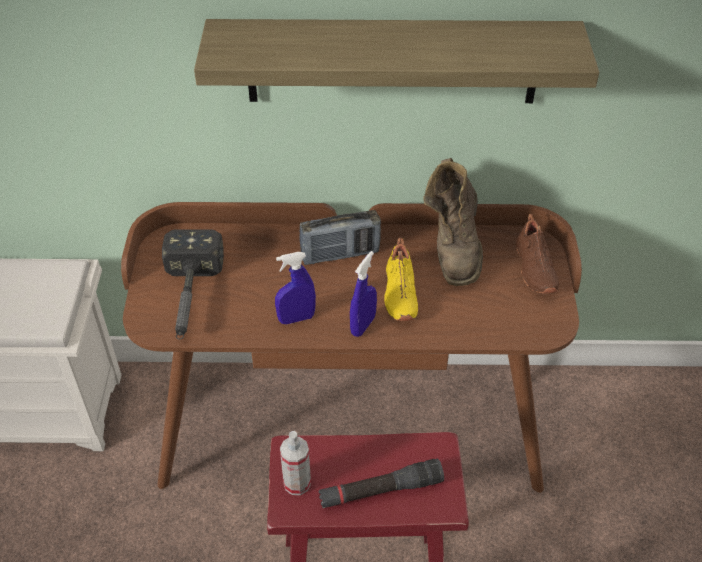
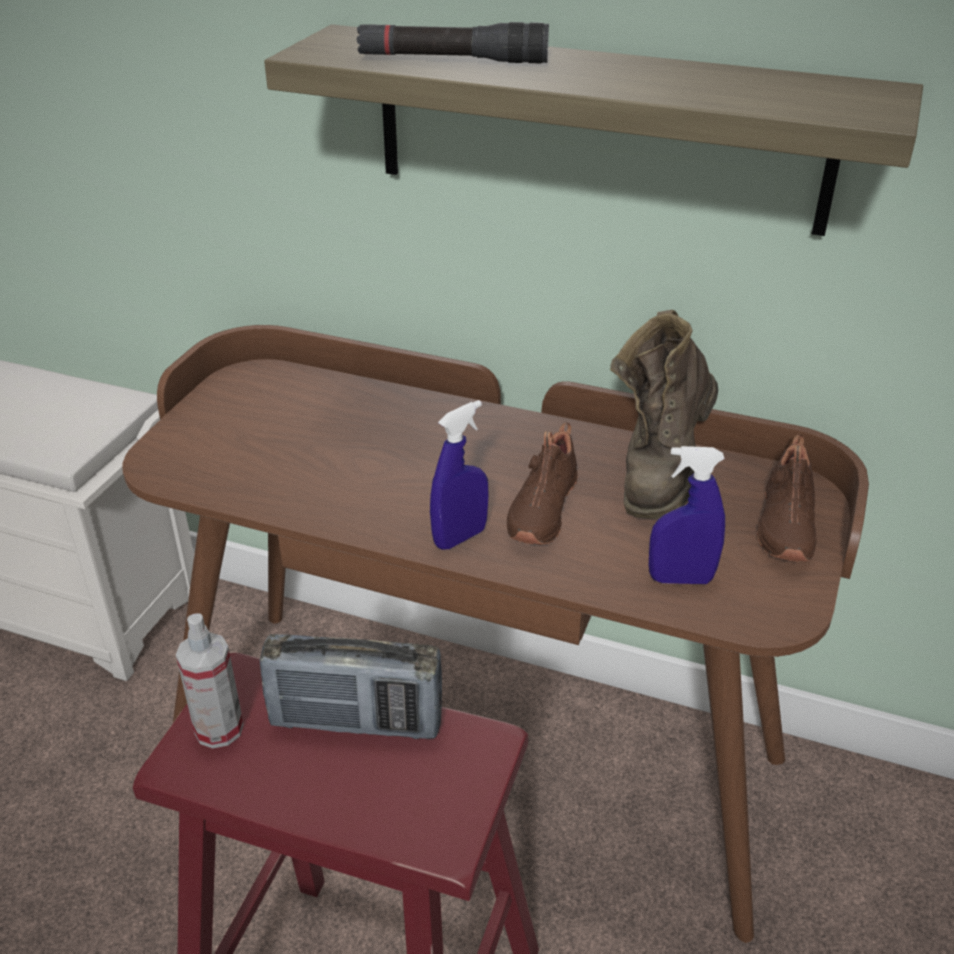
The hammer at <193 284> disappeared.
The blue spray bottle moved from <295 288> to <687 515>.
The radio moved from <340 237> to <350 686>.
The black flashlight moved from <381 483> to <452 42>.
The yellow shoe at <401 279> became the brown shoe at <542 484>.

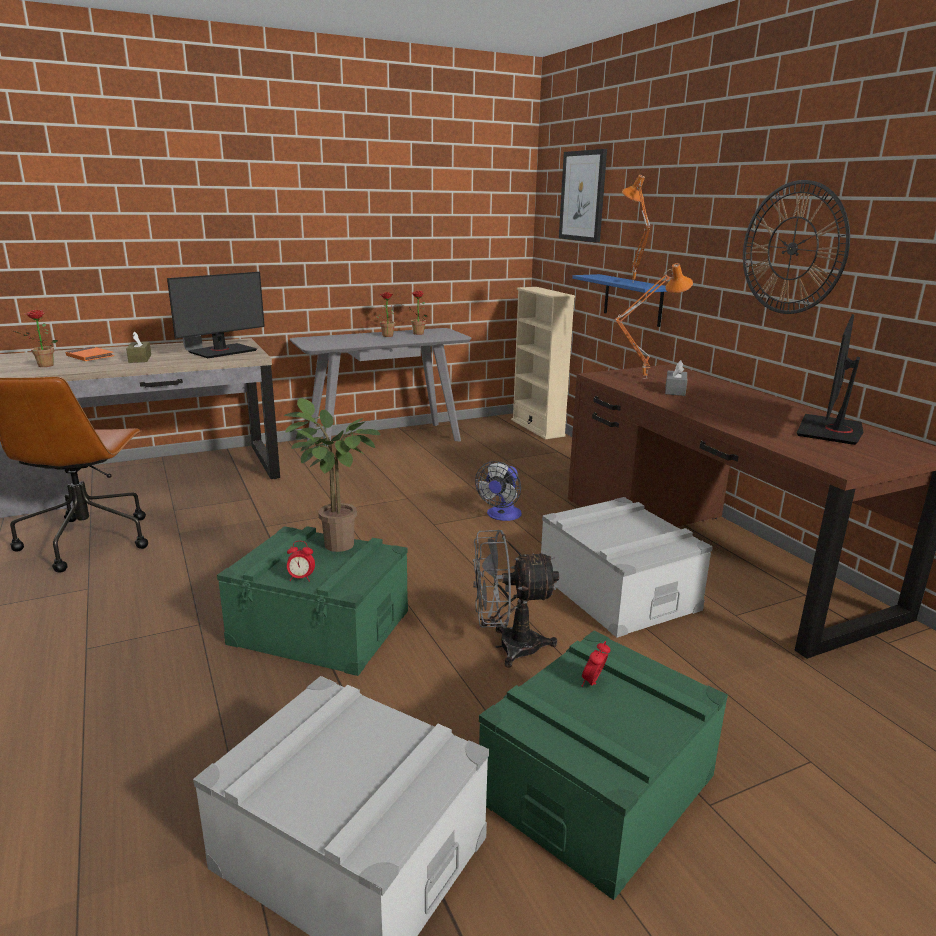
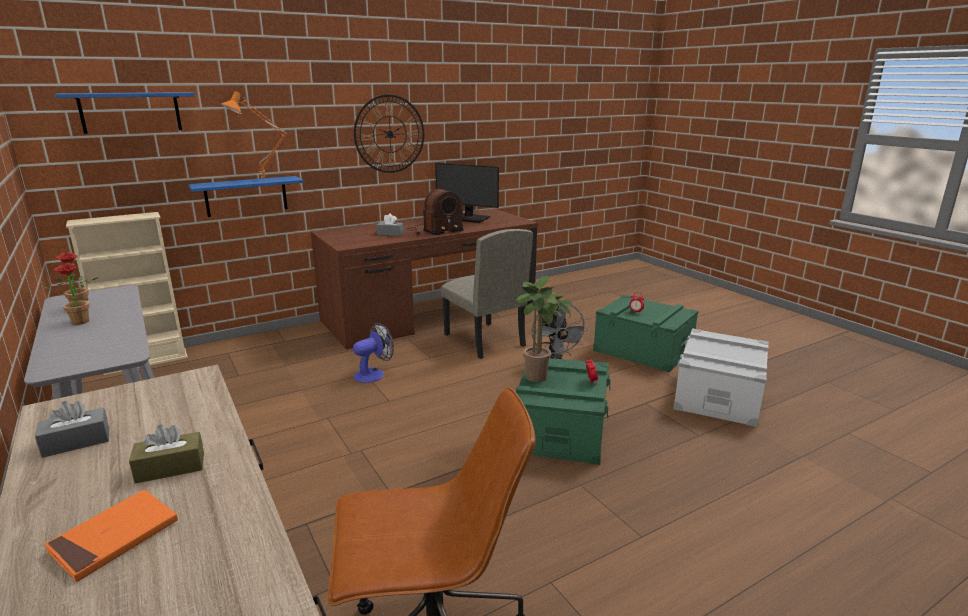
The potted plant at <35 338> disappeared.
The monitor at <216 315> disappeared.
The fan at <498 491> turned 60 degrees counterclockwise.
The grey storage box at <627 567> was replaced by the beige chair at <487 294>.
The picture at <583 196> was replaced by the blue shelf at <125 113>.
The orange table lamp at <654 321> disappeared.
The radio at <435 212> appeared.

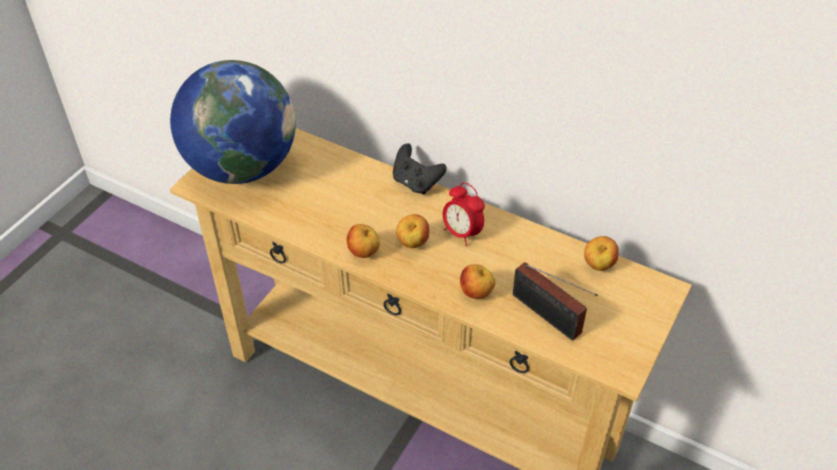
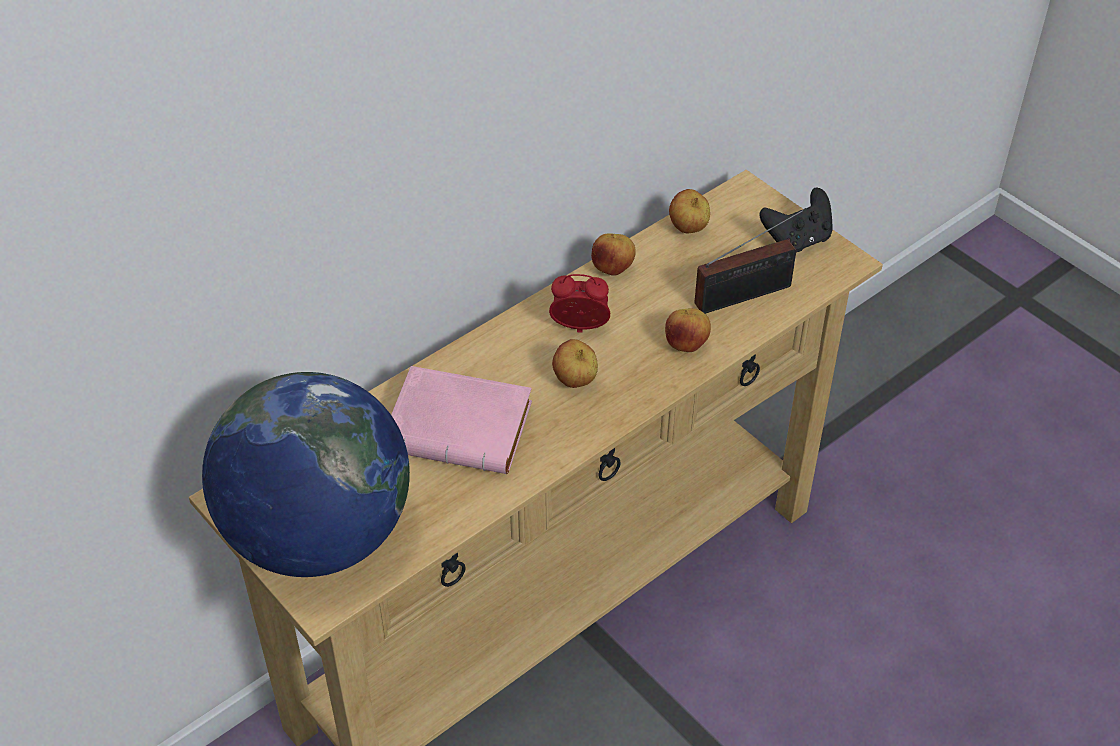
The apple moved from <363 241> to <613 254>.
The black game controller moved from <420 169> to <796 220>.
The alarm clock at <464 214> turned 150 degrees counterclockwise.
The pink book at <461 420> appeared.

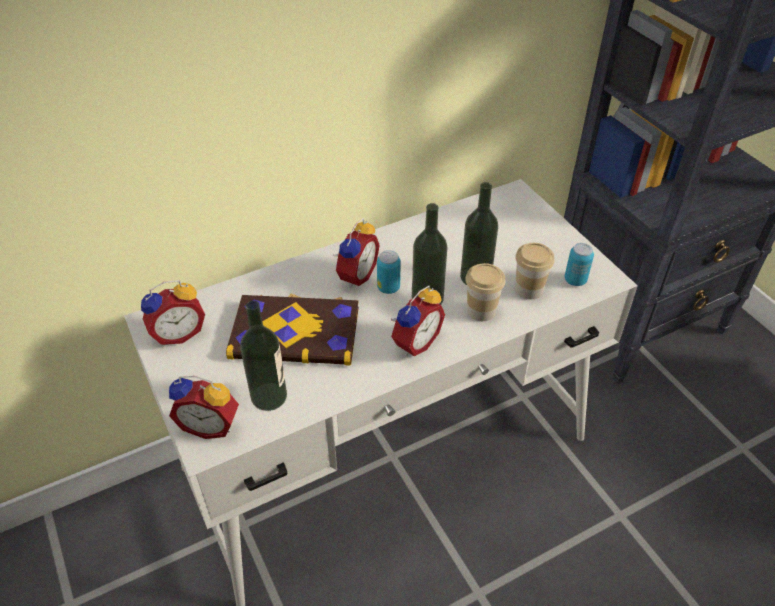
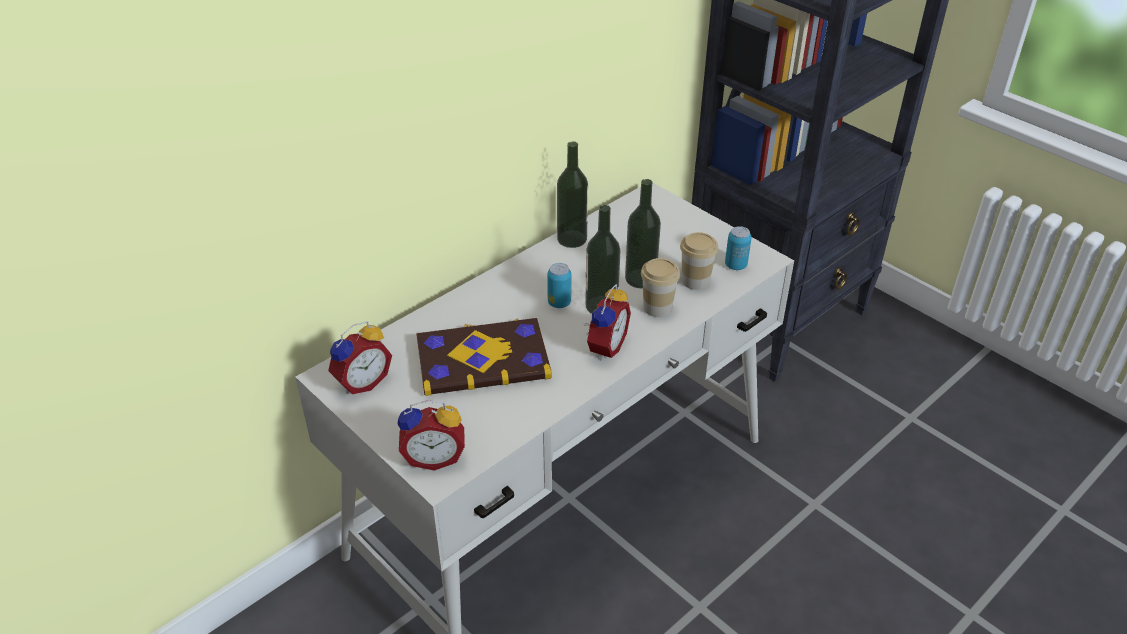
The bottle moved from <263 355> to <572 194>.
The alarm clock at <356 253> disappeared.

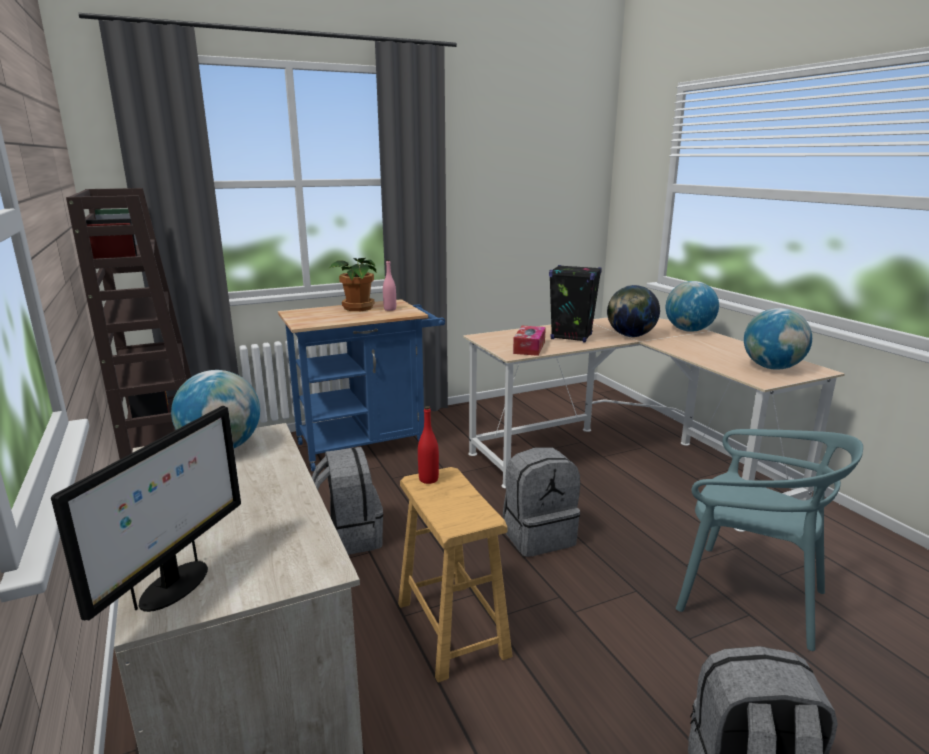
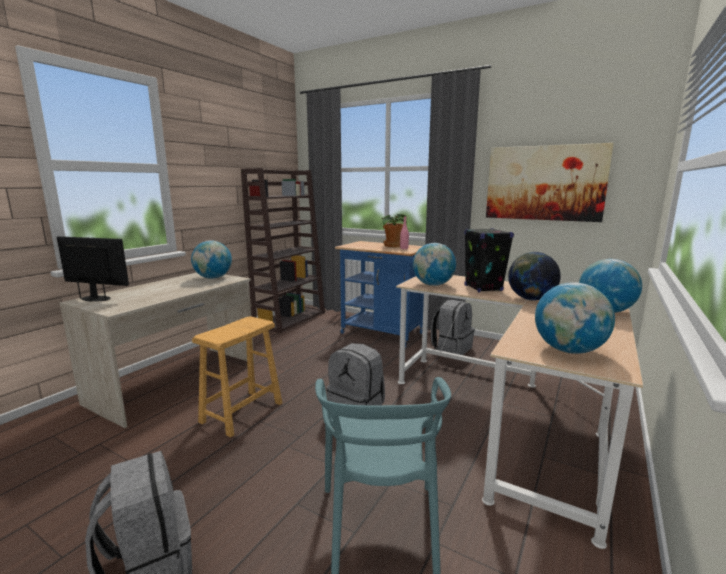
The monitor at <146 513> turned 150 degrees counterclockwise.
The grey backpack moved from <347 501> to <453 327>.
The red bottle at <428 445> disappeared.
The tissue box at <529 341> was replaced by the globe at <434 264>.
The picture at <550 182> appeared.

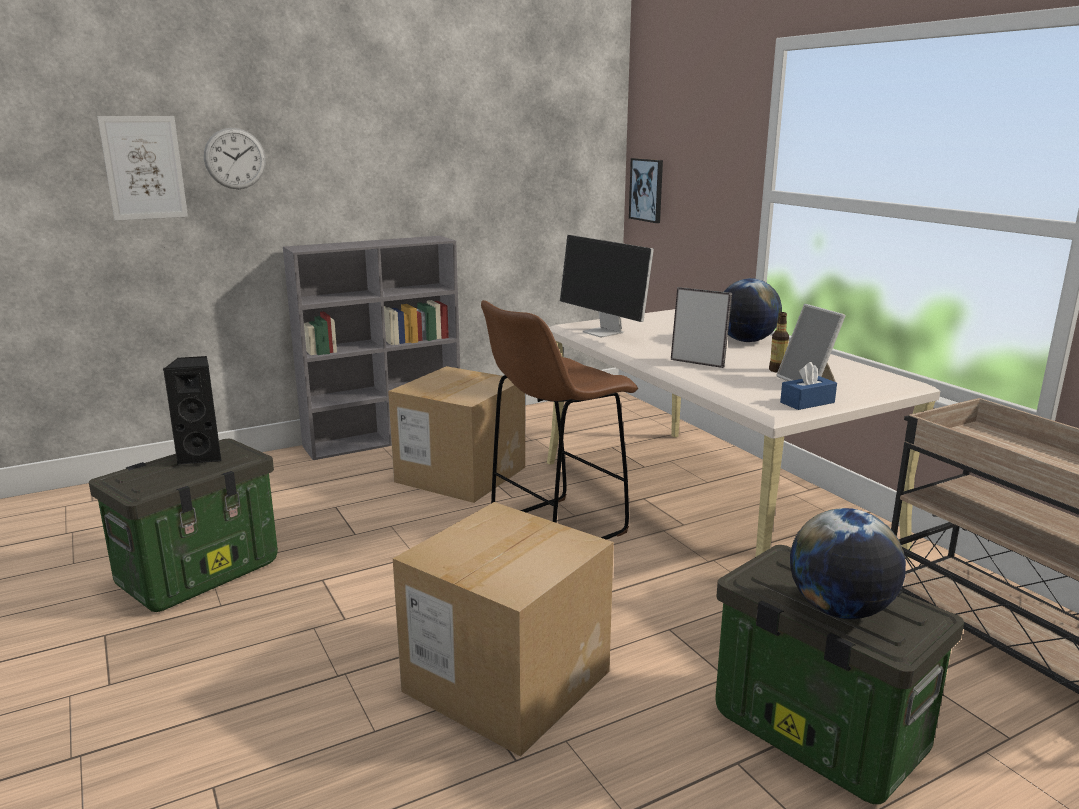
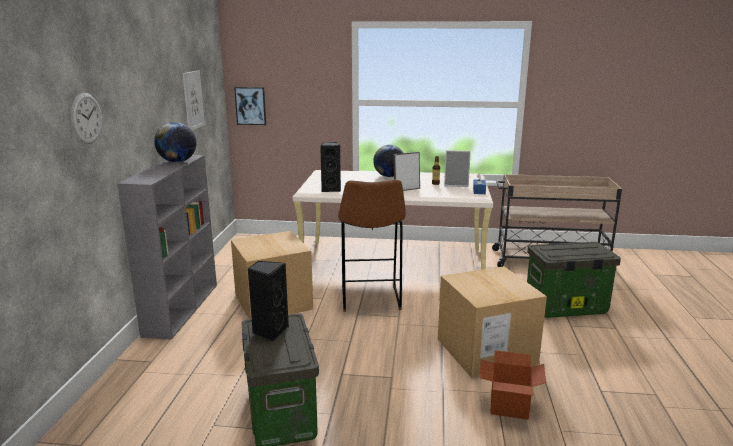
The picture moved from <143 168> to <193 100>.
The monitor at <607 286> was replaced by the black speaker at <330 167>.
The globe moved from <848 563> to <175 142>.
The cardboard box at <512 385> appeared.

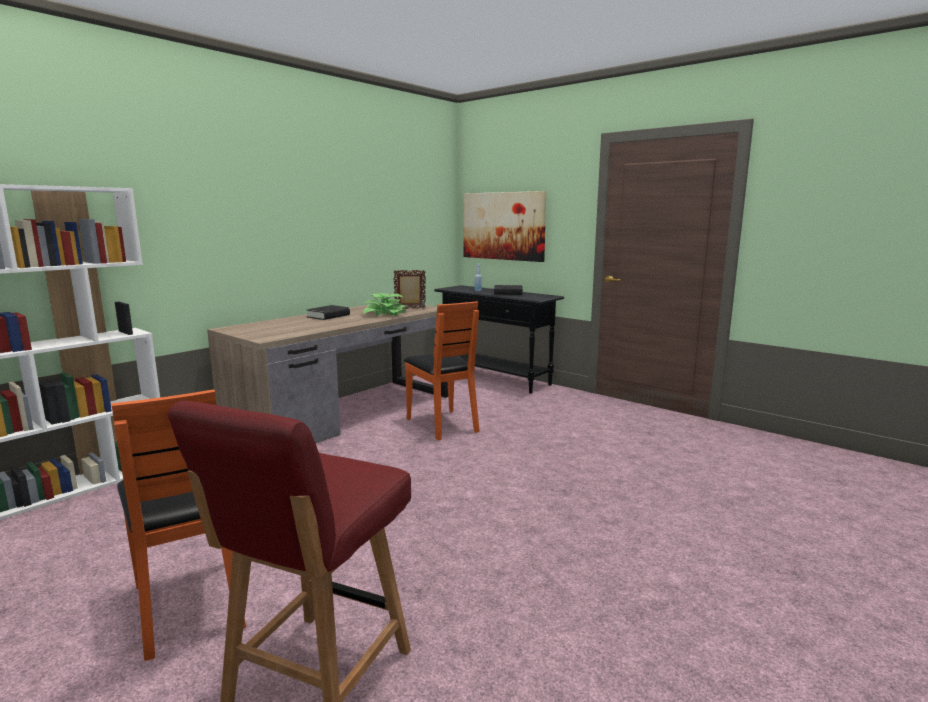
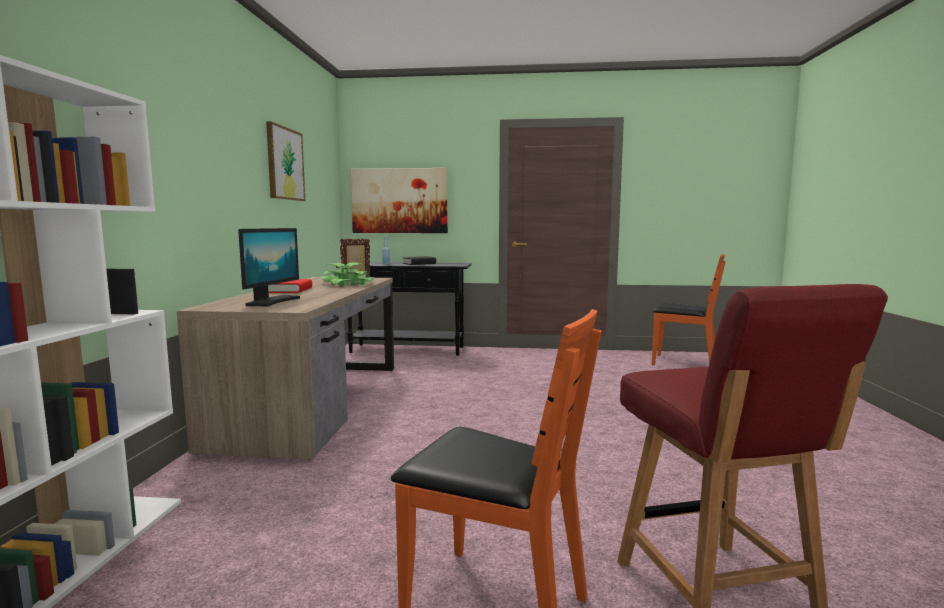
The black book at <328 312> became the red book at <290 286>.
The orange chair moved from <442 370> to <689 309>.
The monitor at <269 267> appeared.
The picture at <285 161> appeared.

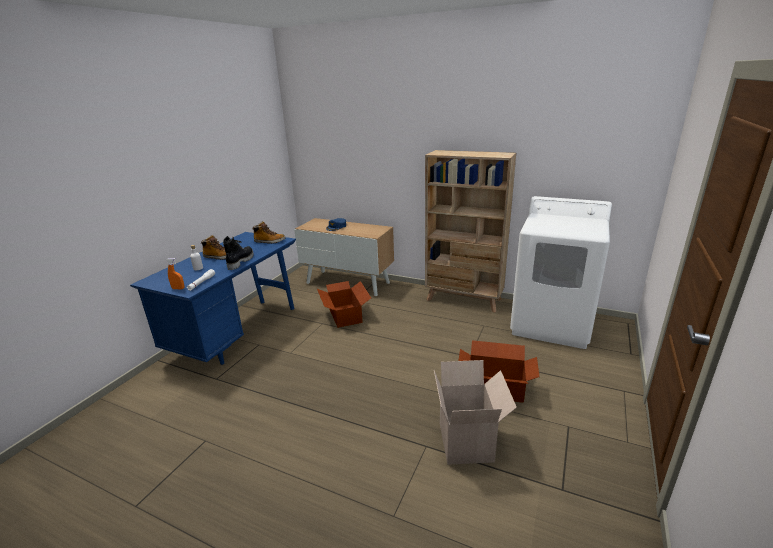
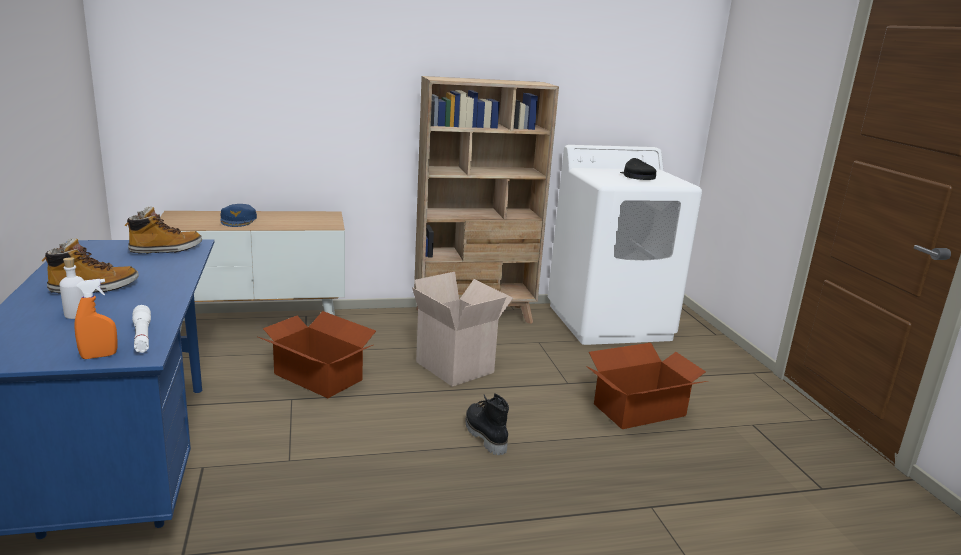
The black boot moved from <238 253> to <487 424>.
The cardboard box moved from <475 412> to <462 329>.
The black cap at <638 169> appeared.

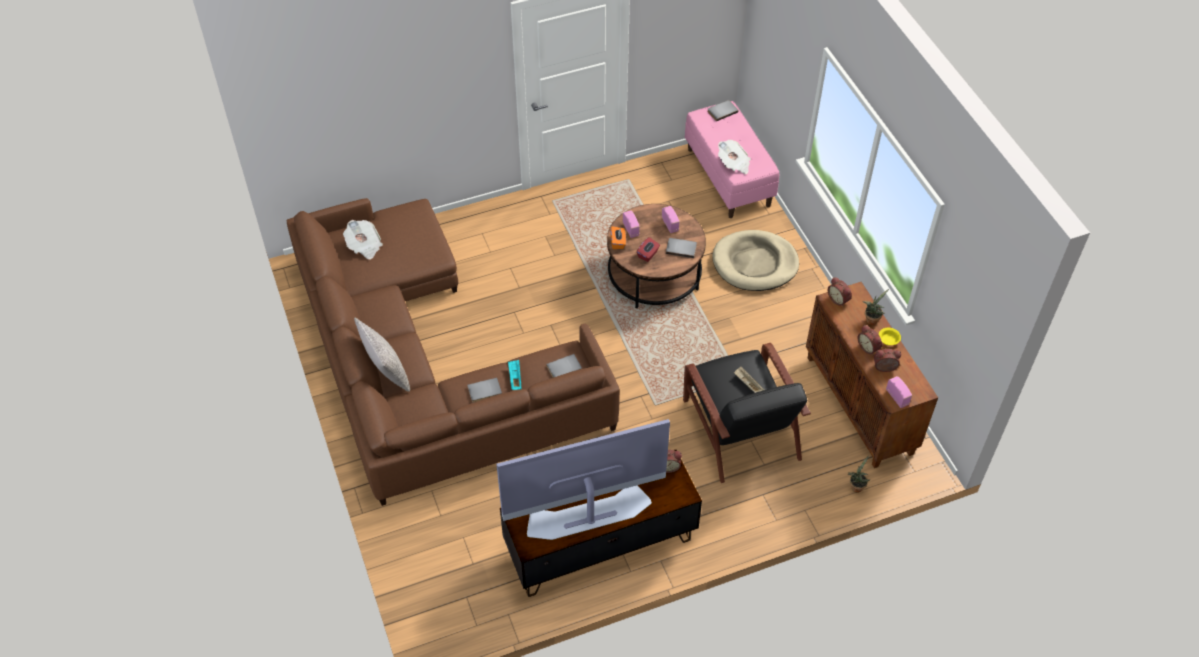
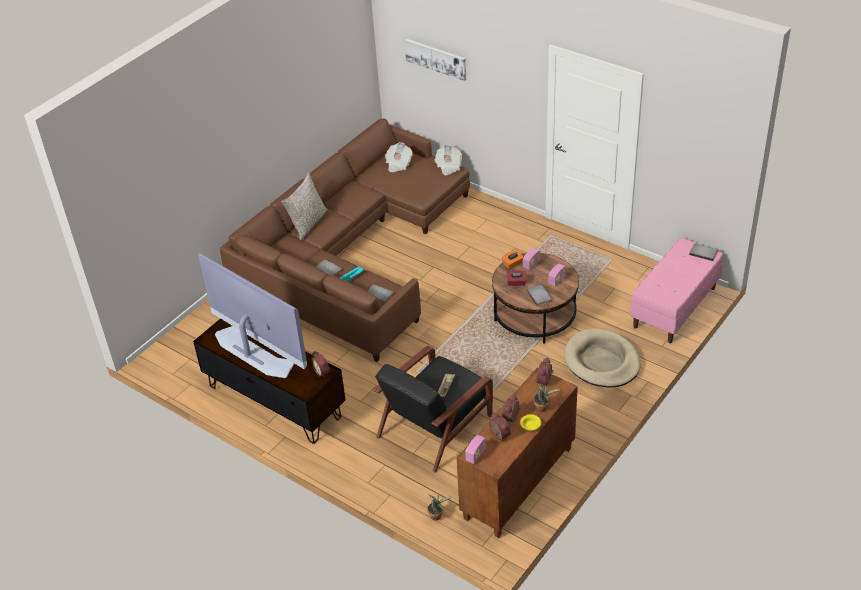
The newspaper moved from <734 157> to <448 160>.
The picture at <435 60> appeared.

